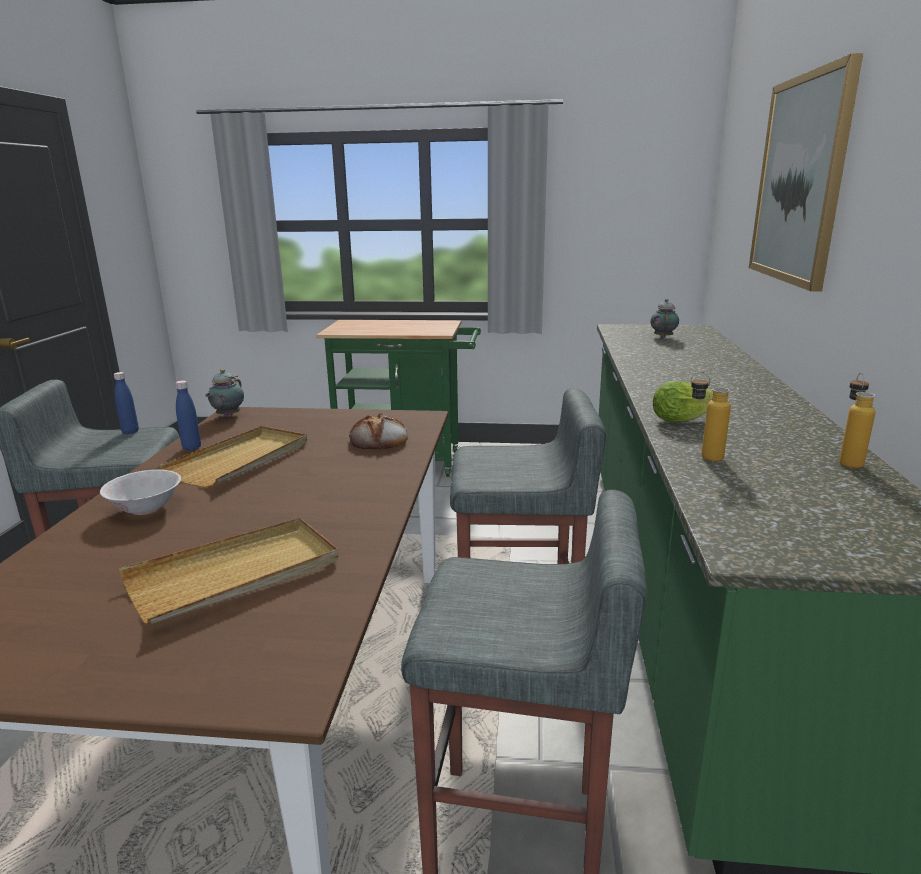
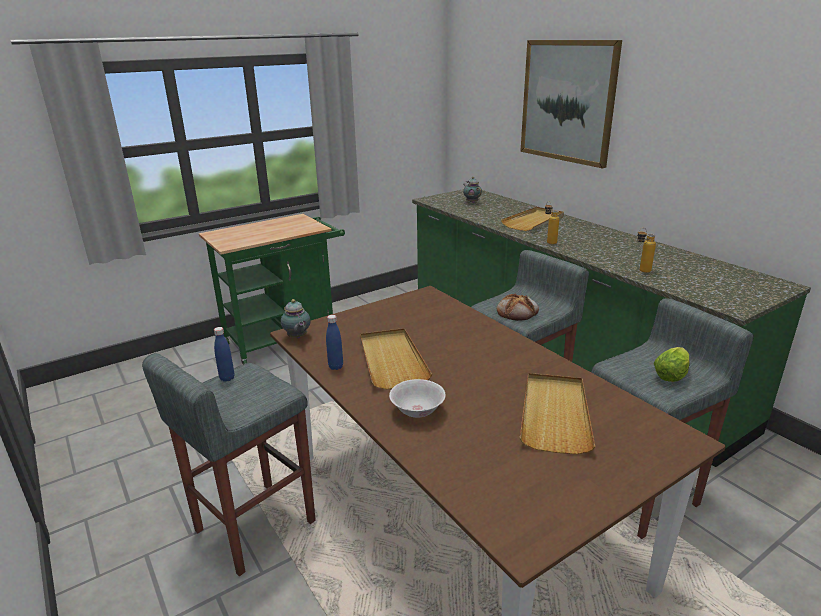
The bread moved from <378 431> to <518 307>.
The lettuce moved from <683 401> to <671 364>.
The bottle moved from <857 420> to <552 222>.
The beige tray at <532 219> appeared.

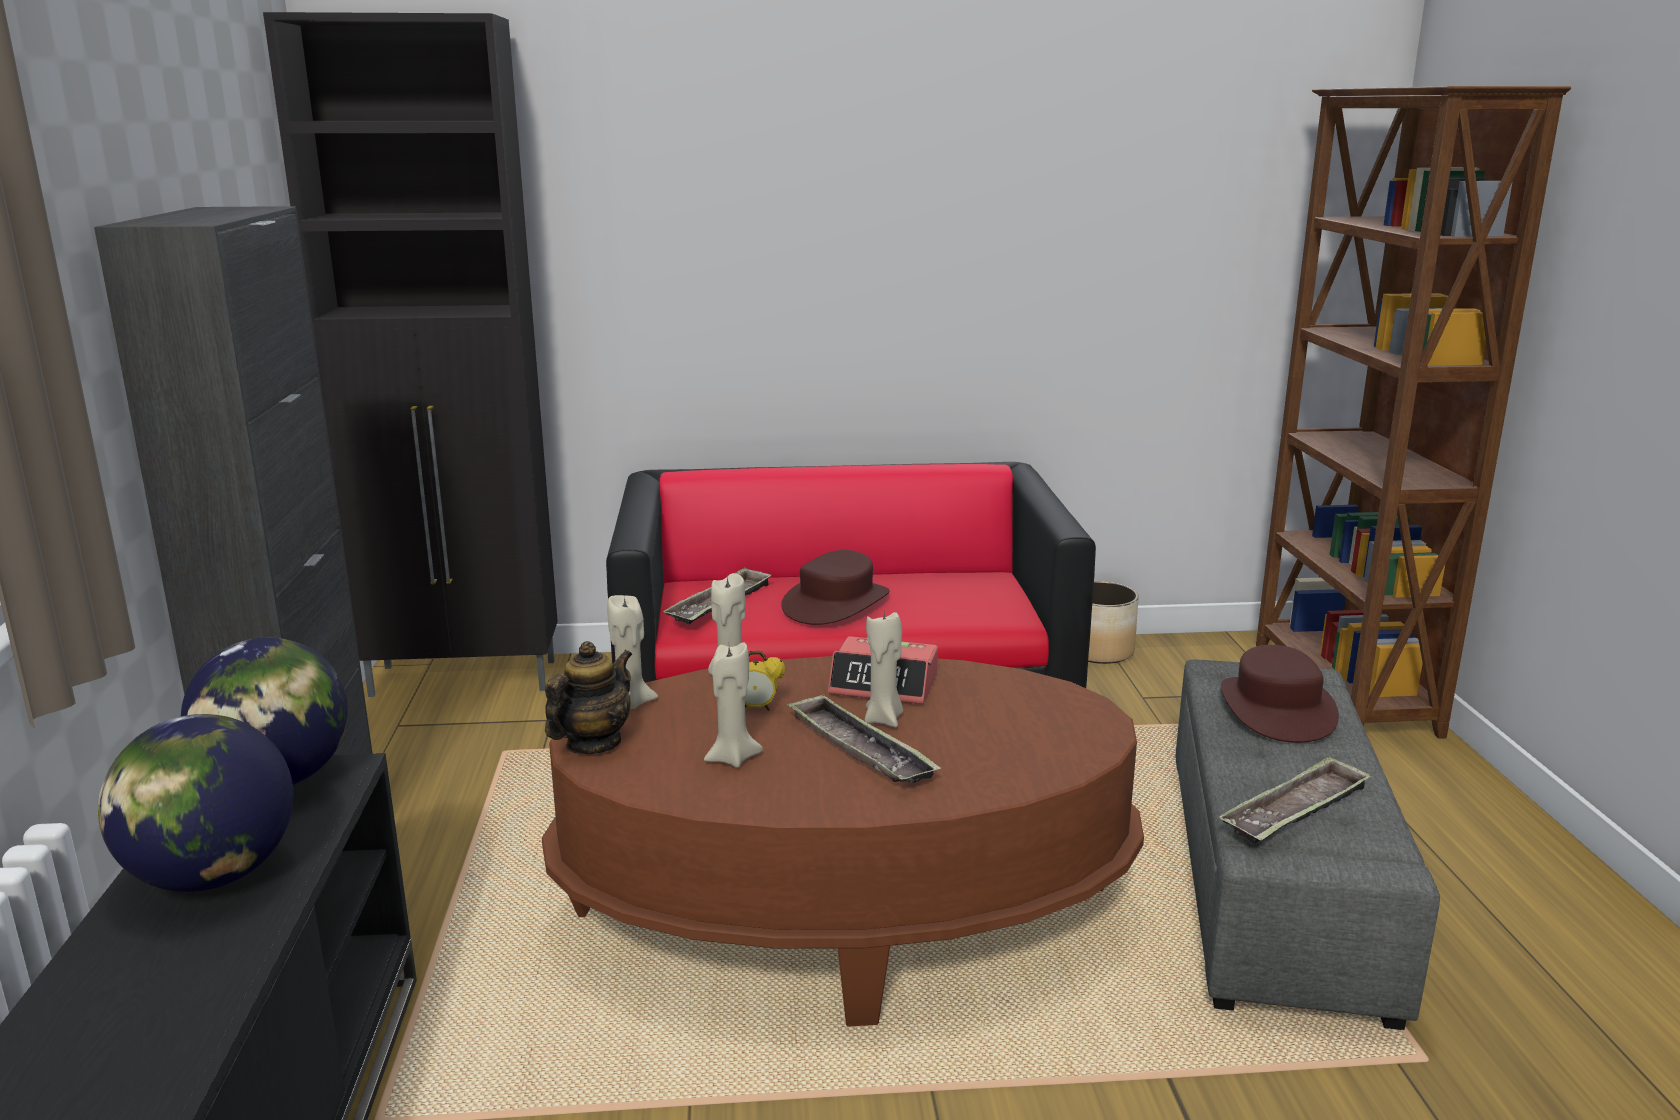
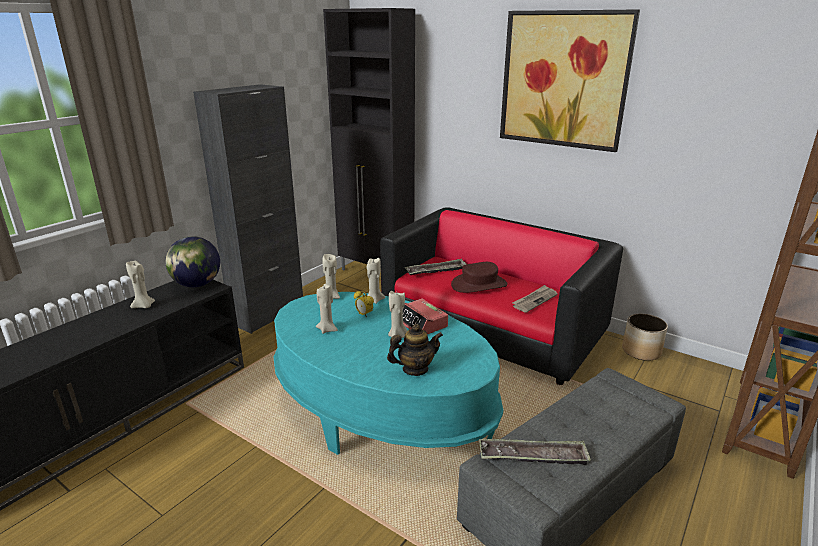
The globe at <195 803> was replaced by the beige candle at <140 284>.
The brown coffee table at <843 841> became the turquoise coffee table at <388 373>.
The teapot moved from <589 697> to <415 350>.
The tray at <864 738> disappeared.
The brown hat at <1280 694> disappeared.
The picture at <570 80> appeared.
The newspaper at <535 299> appeared.

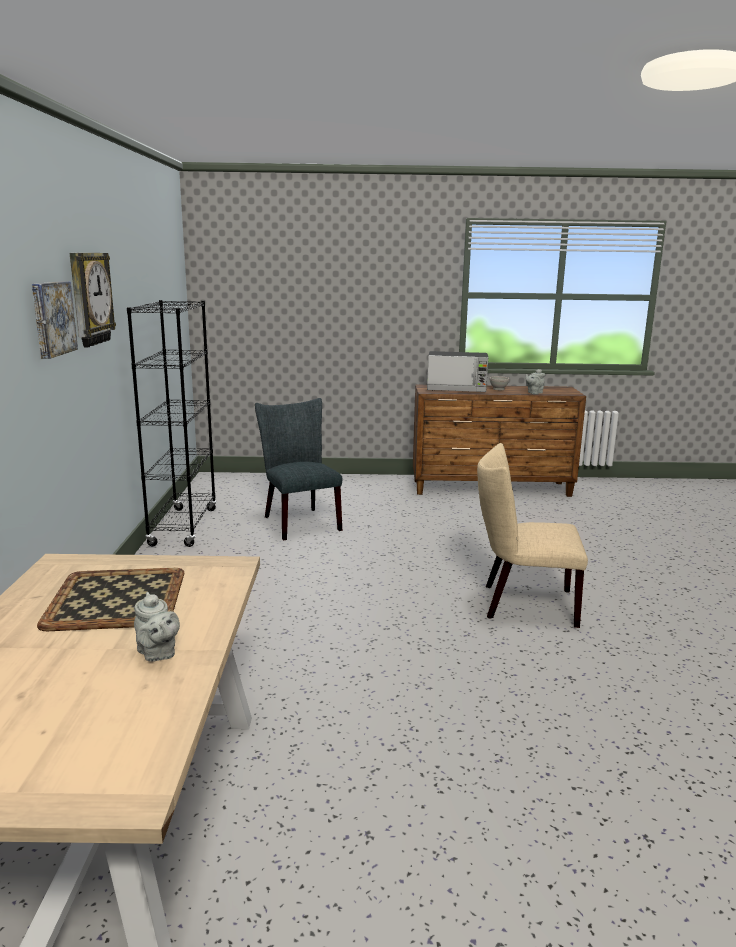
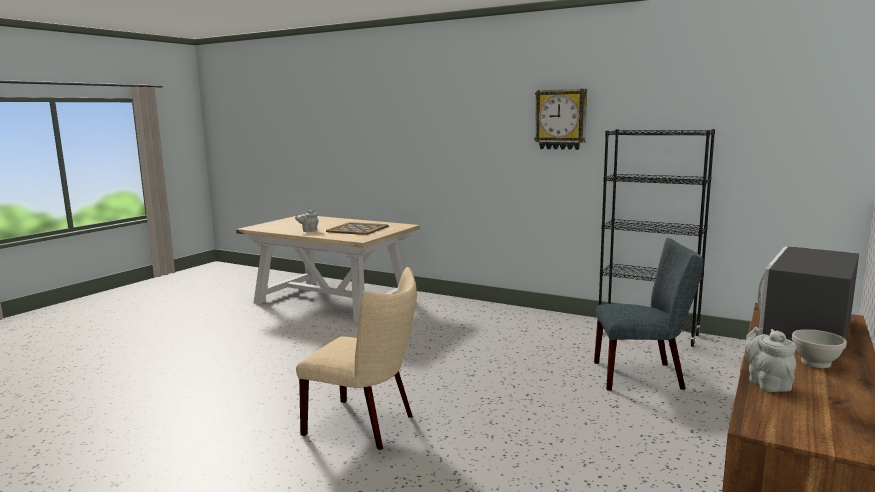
The picture at <55 320> disappeared.
The beige chair at <532 535> turned 75 degrees clockwise.

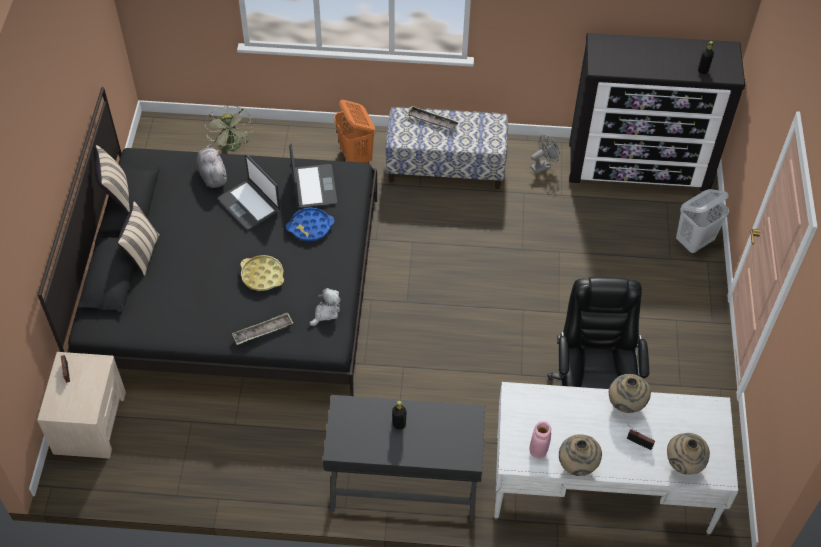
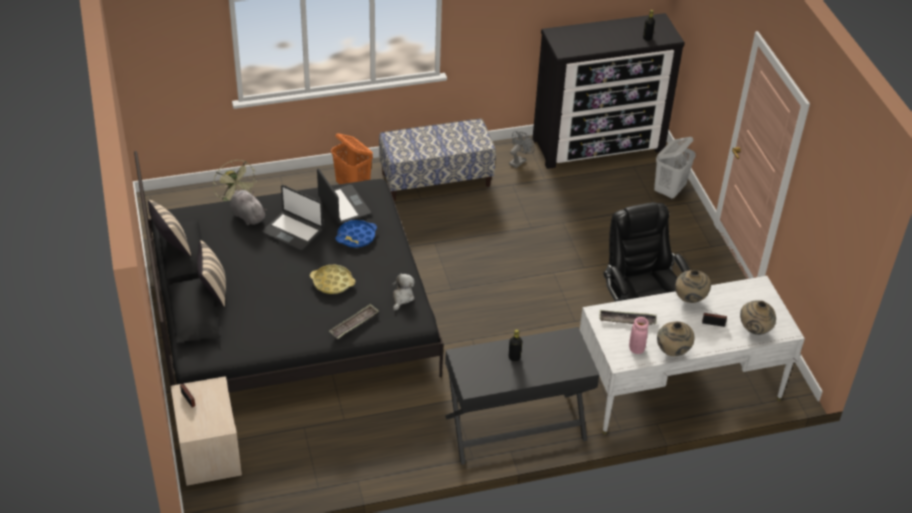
The tray moved from <433 118> to <628 317>.

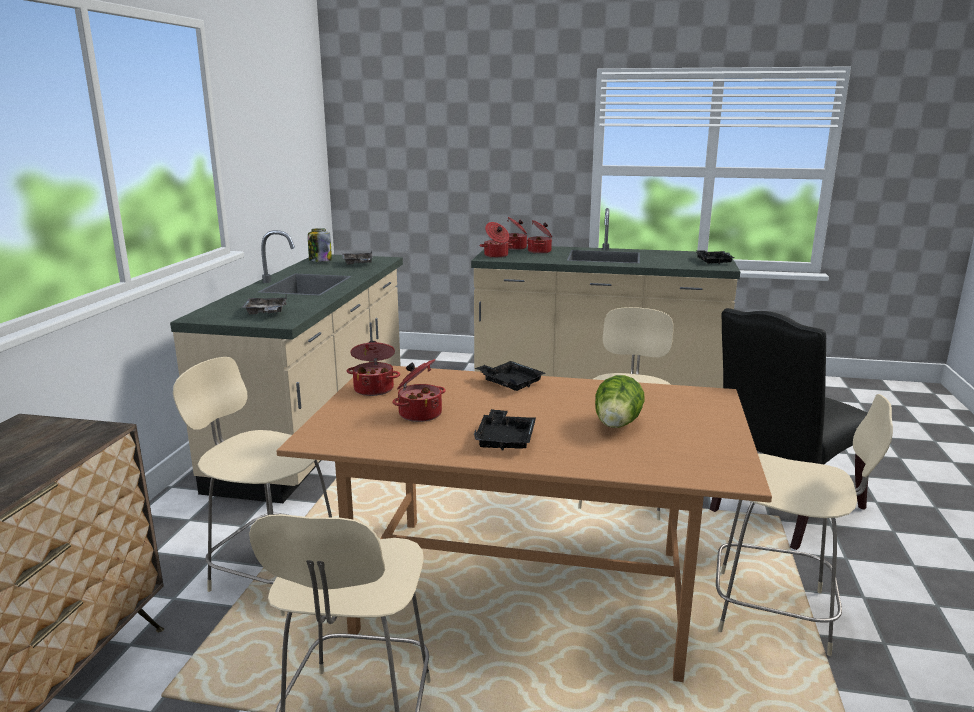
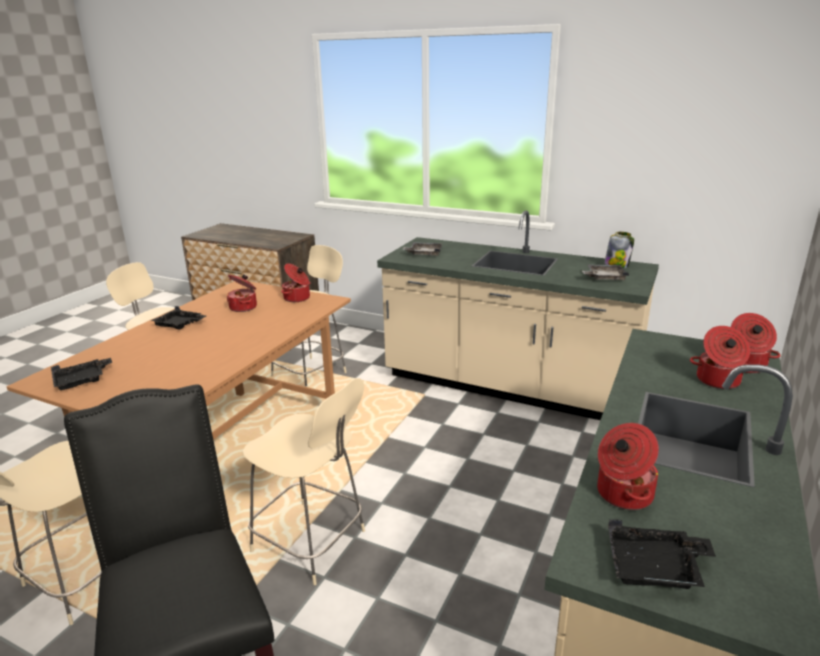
The black tray moved from <510 376> to <81 374>.
The cooking pot moved from <496 240> to <628 466>.
The lettuce at <620 401> disappeared.

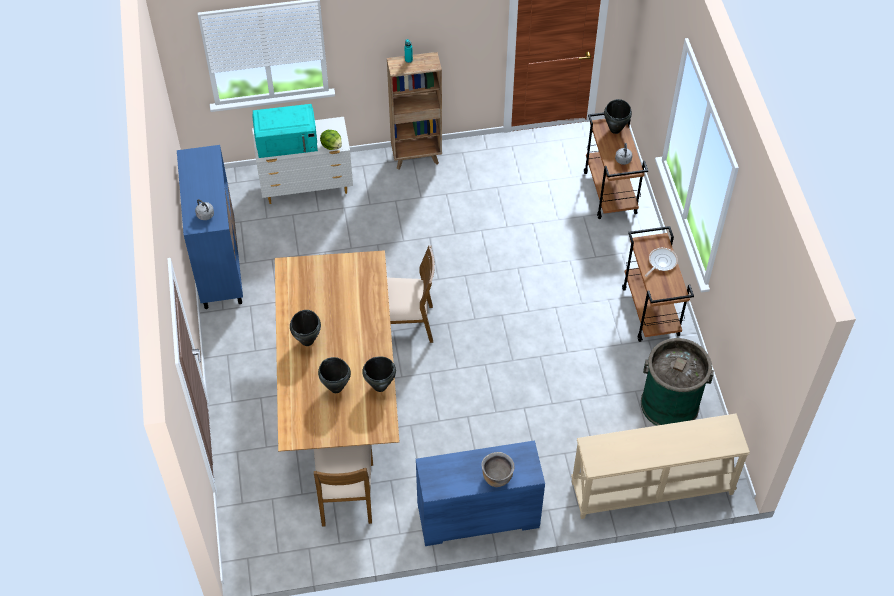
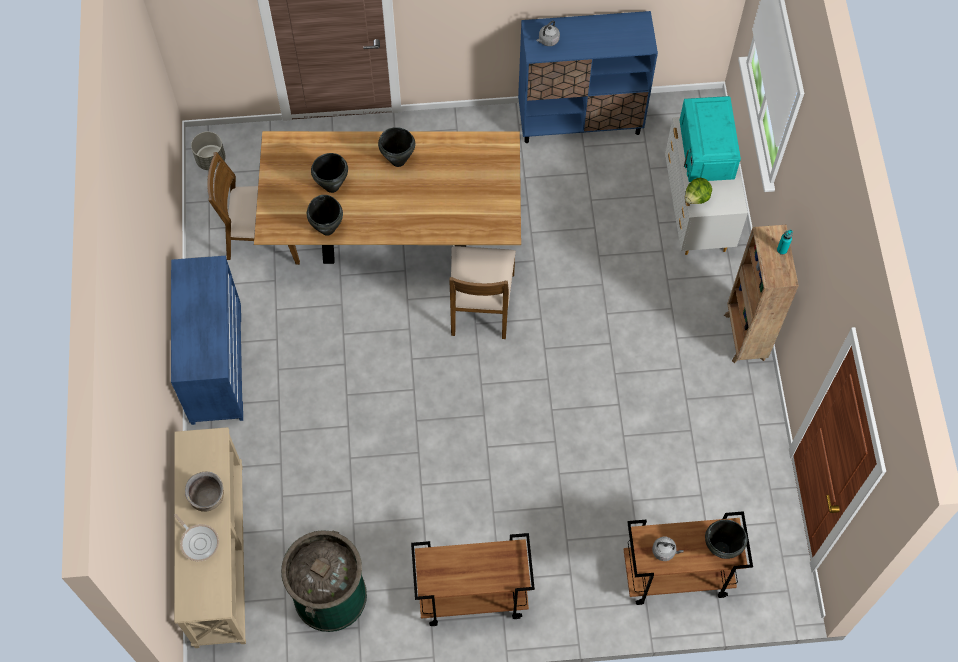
The brown cooking pot moved from <498 469> to <204 492>.
The frying pan moved from <661 262> to <196 537>.
The grey planter at <208 151> appeared.

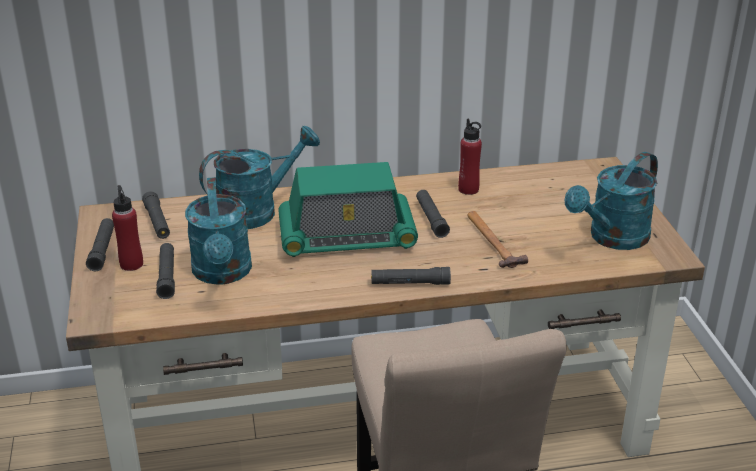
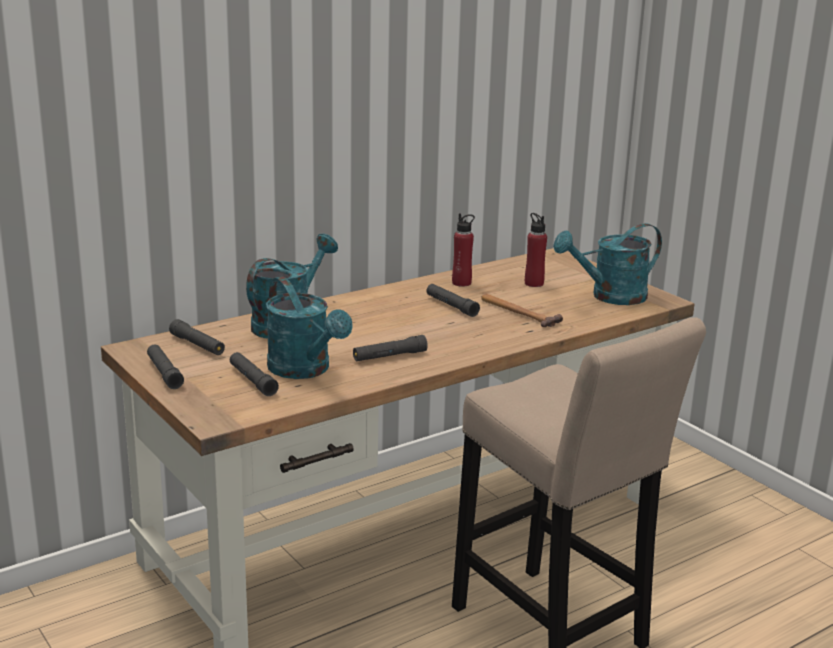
The red bottle moved from <127 228> to <536 250>.
The radio at <348 209> disappeared.
The black flashlight moved from <411 276> to <390 348>.
The turquoise watering can at <611 201> turned 45 degrees clockwise.

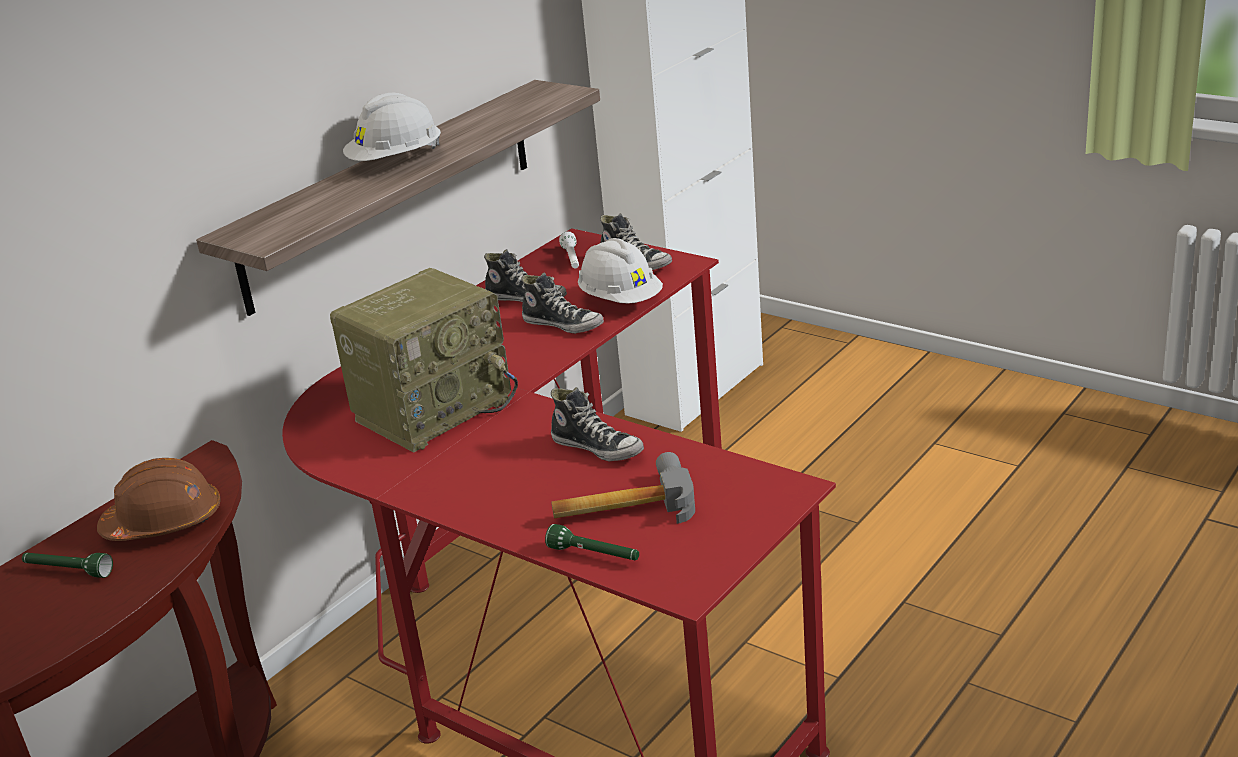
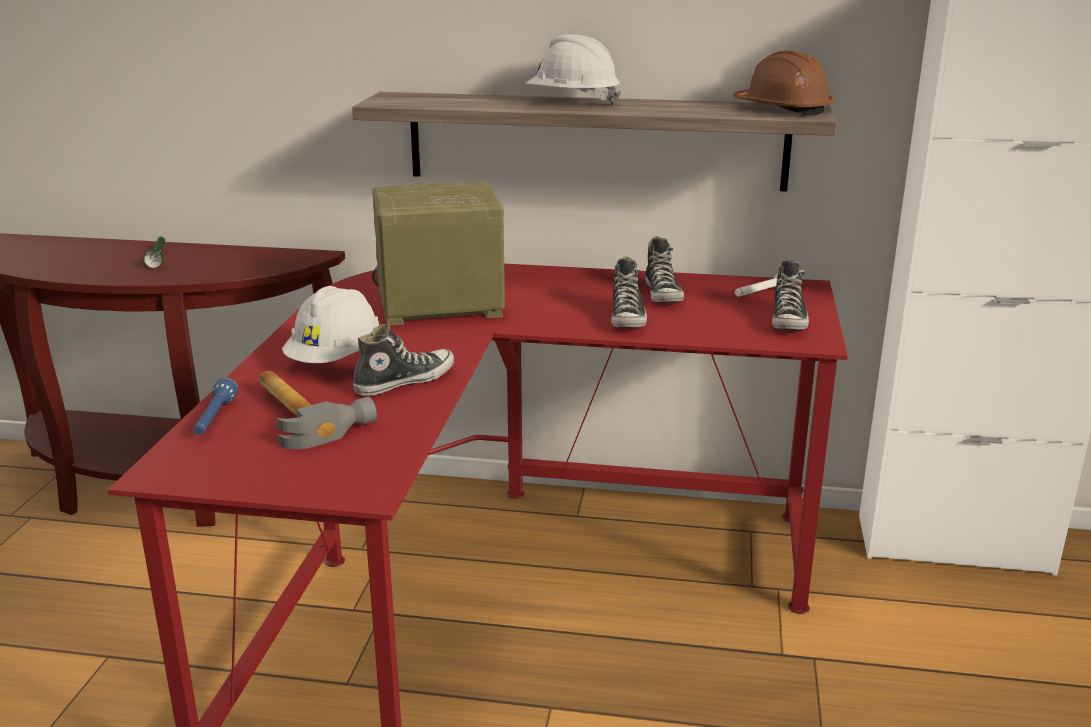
The brown hard hat moved from <158 499> to <784 83>.
The radio at <424 360> turned 150 degrees clockwise.
The green flashlight at <592 542> became the blue flashlight at <216 406>.
The shoe at <597 424> turned 135 degrees counterclockwise.
The white hard hat moved from <620 270> to <330 324>.

